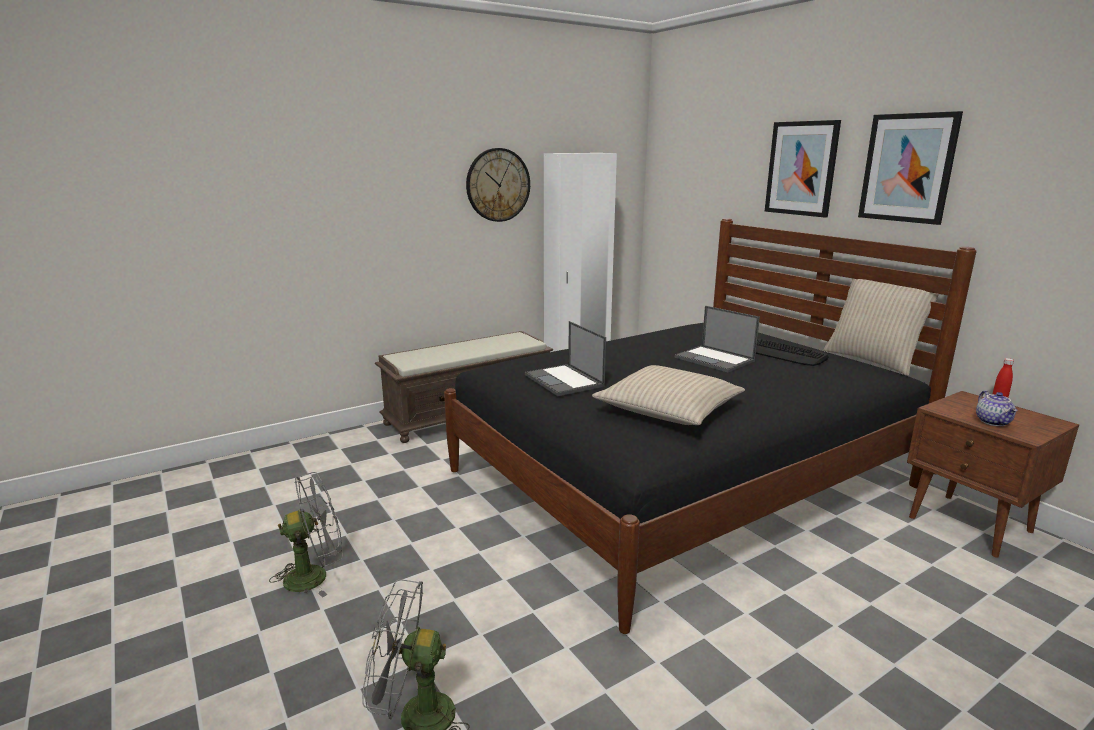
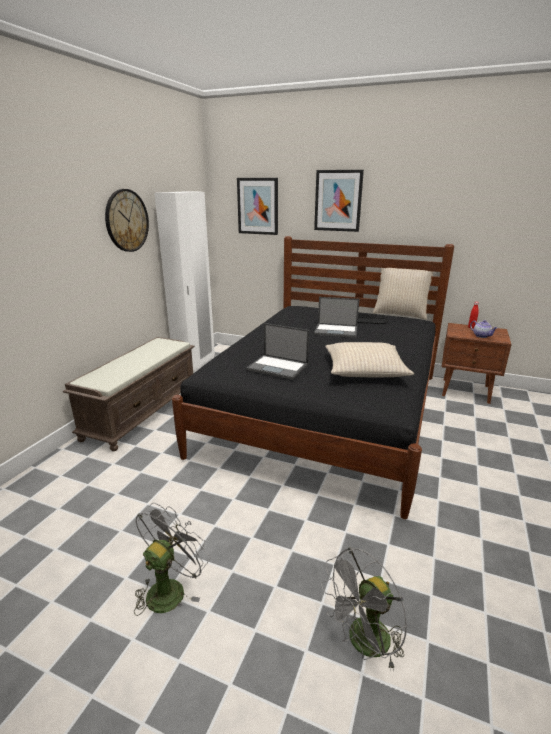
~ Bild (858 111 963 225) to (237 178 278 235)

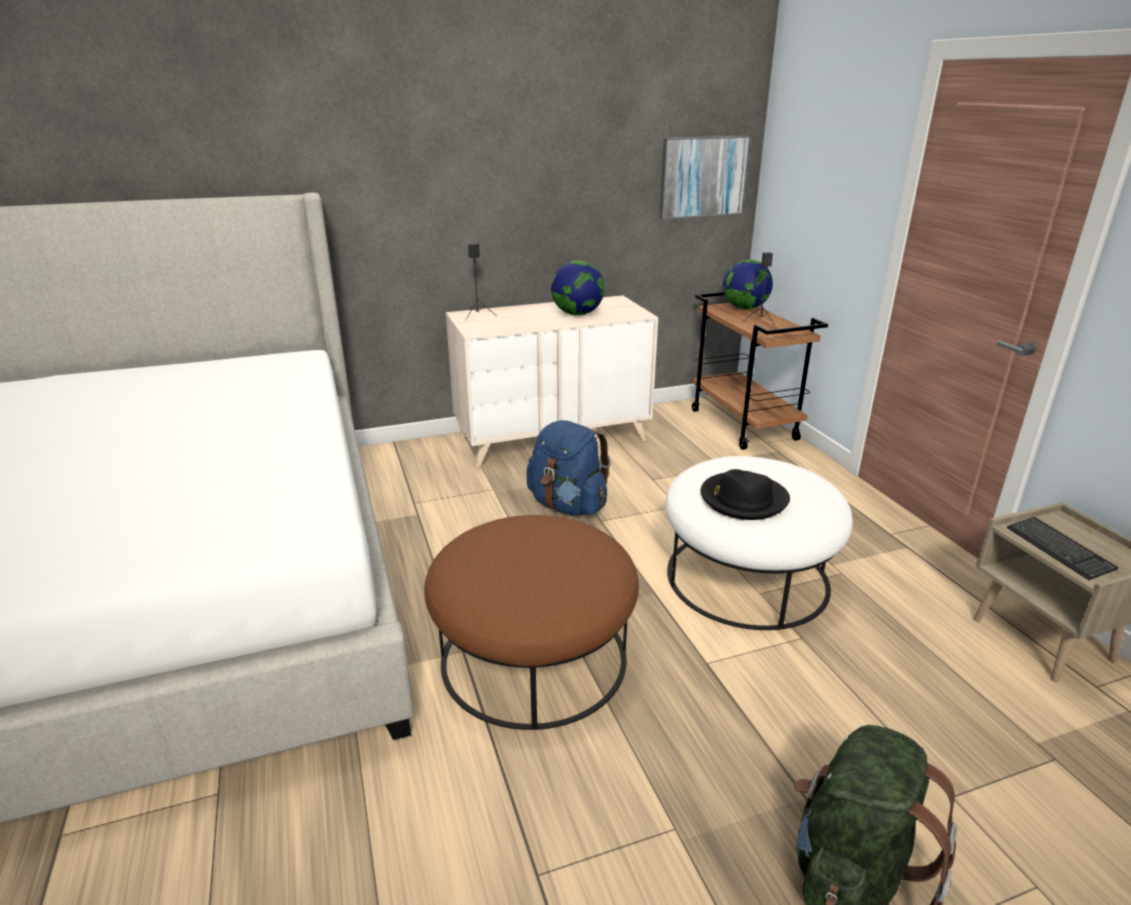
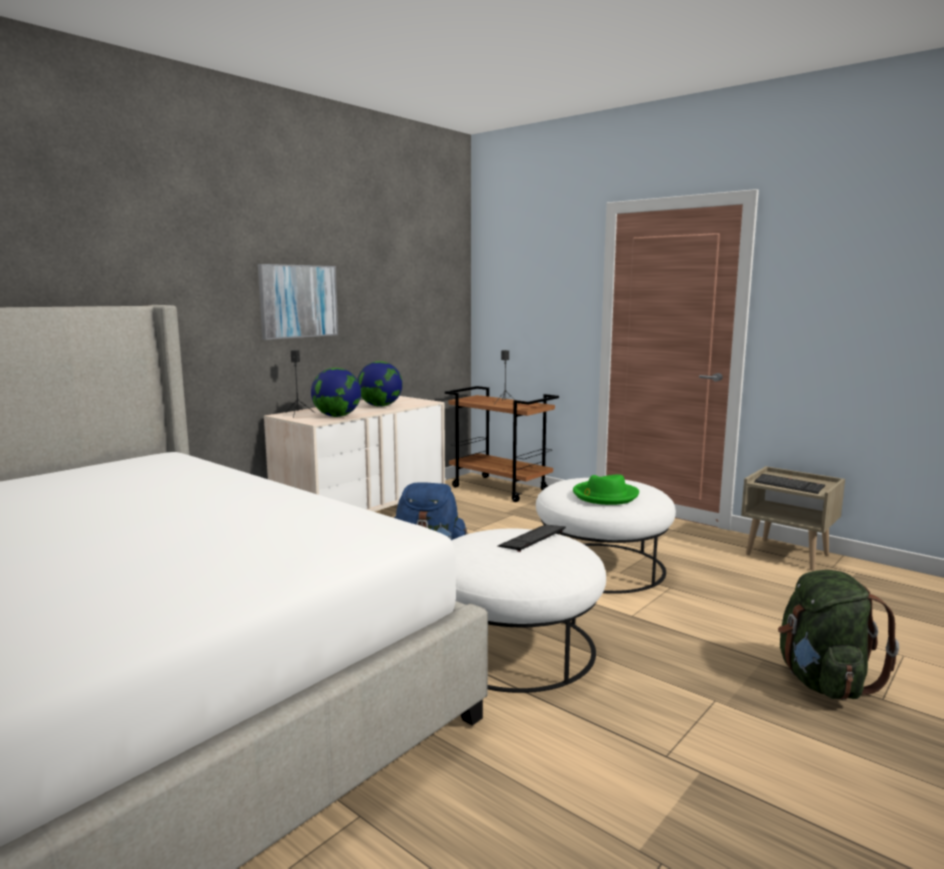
~ Bild (659 136 751 220) to (258 264 338 340)
~ Globus (723 260 773 309) to (311 368 361 417)
~ Polsterhocker/braun (425 515 639 730) to Polsterhocker/weiß (451 528 606 693)
+ Tastatur (498 525 566 552)
~ Hut/schwarz (701 469 790 520) to Hut/grün (573 474 639 505)

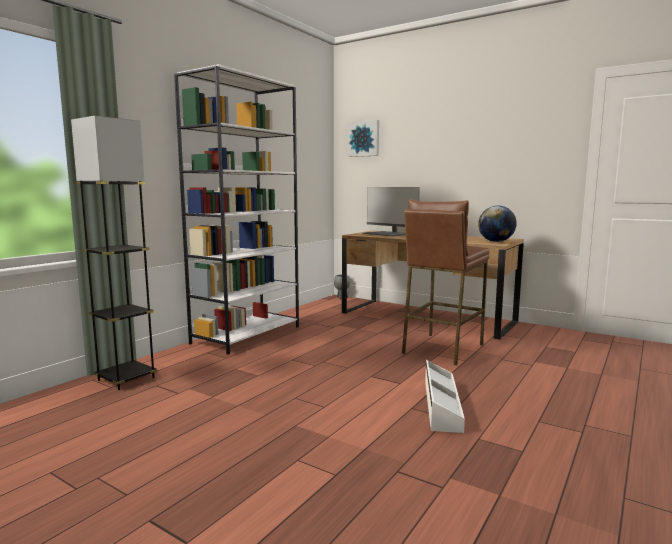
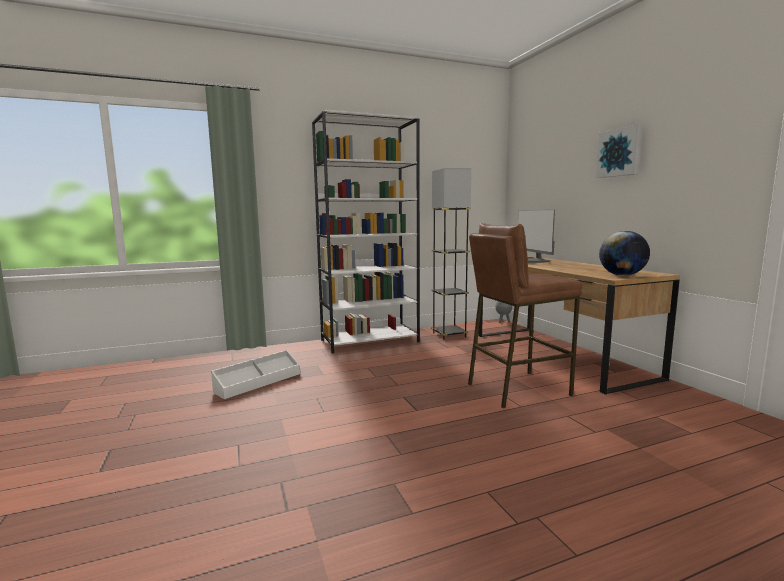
~ Aufbewahrungsbox/weiß (425 360 465 433) to (211 350 300 399)
~ Stehlampe/grau (71 116 157 390) to (431 168 471 340)
~ Bild (348 120 379 157) to (596 124 643 178)

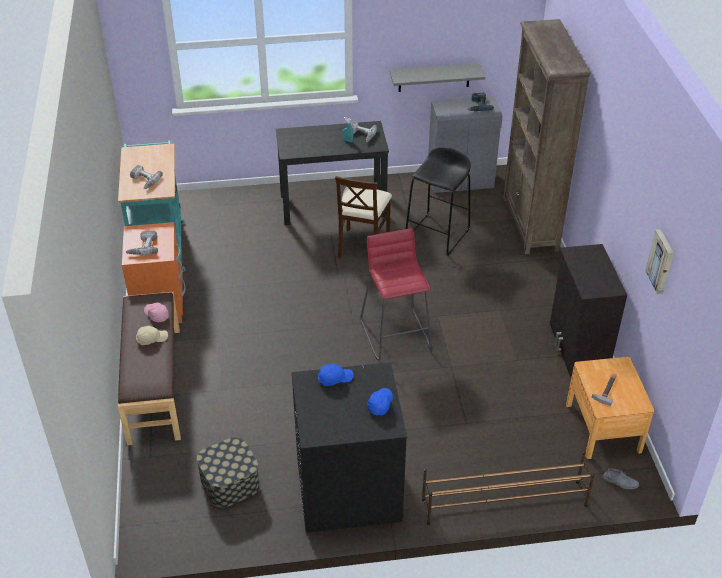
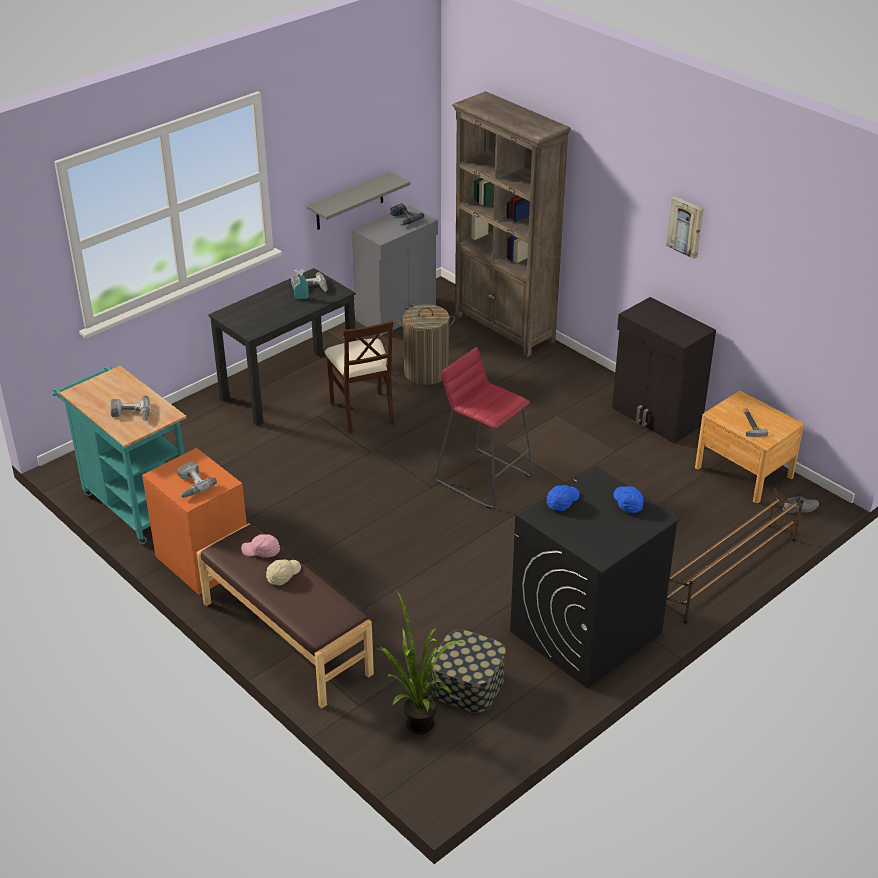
+ Topfpflanze (379 590 464 735)
~ Hocker/schwarz (406 147 471 256) to Wäschekorb (397 304 455 385)
~ Bild (645 229 674 295) to (666 196 704 259)

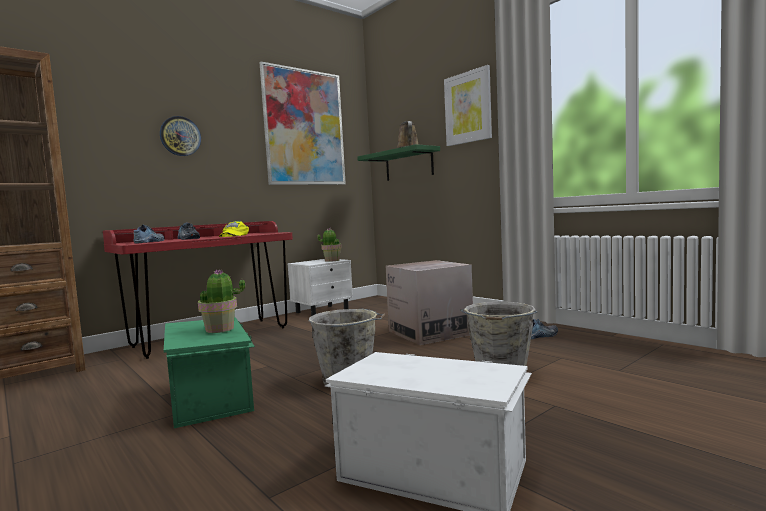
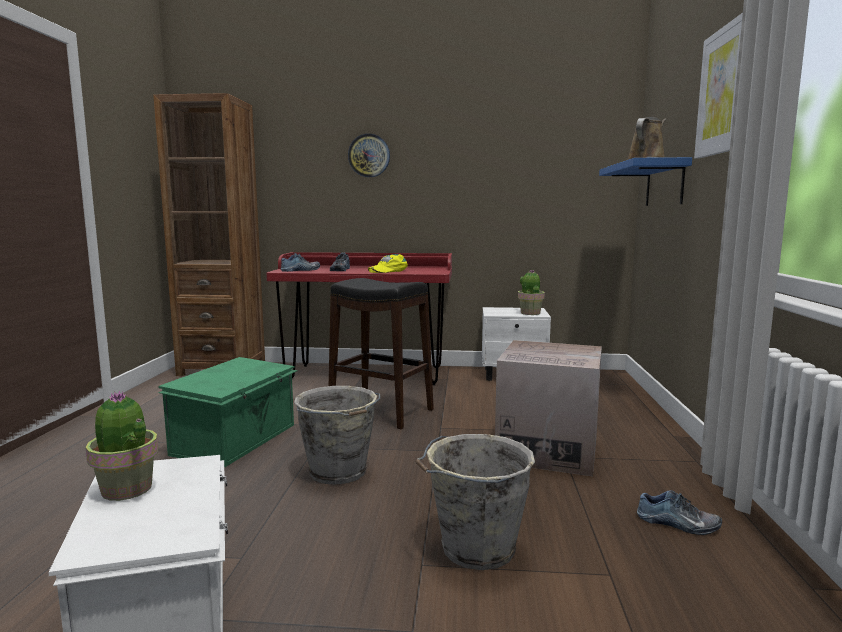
~ Topfpflanze (198 269 245 333) to (85 391 158 501)
+ Hocker/schwarz (329 278 434 429)
~ Wandregal/grün (357 144 440 181) to Wandregal/blau (599 157 692 206)
- Bild (259 62 346 185)

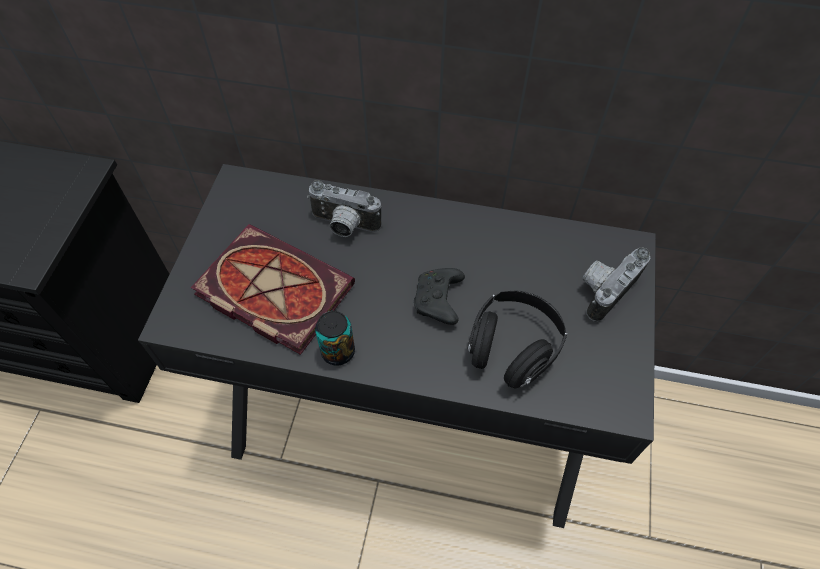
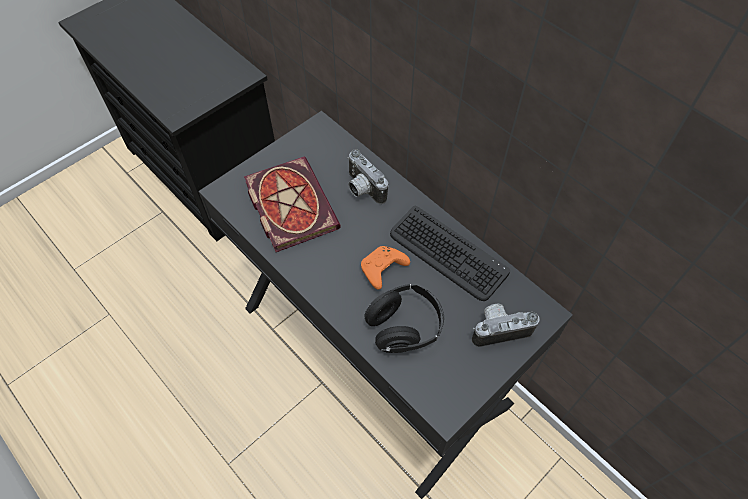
~ Gamepad/schwarz (414 268 465 325) to Gamepad/orange (361 246 410 290)
+ Tastatur (390 206 510 301)
- Dose (315 311 355 366)

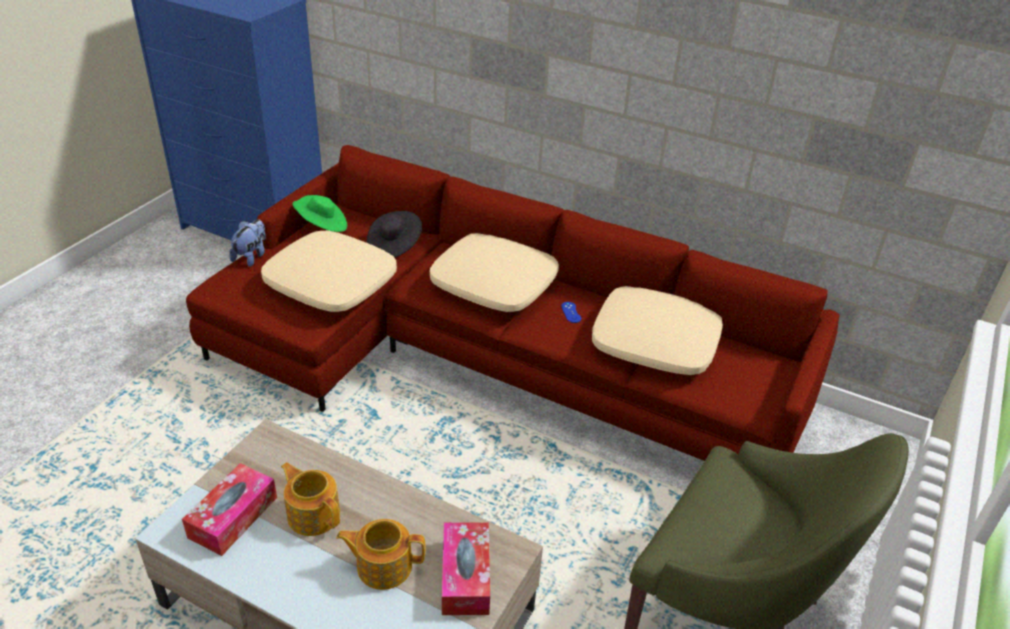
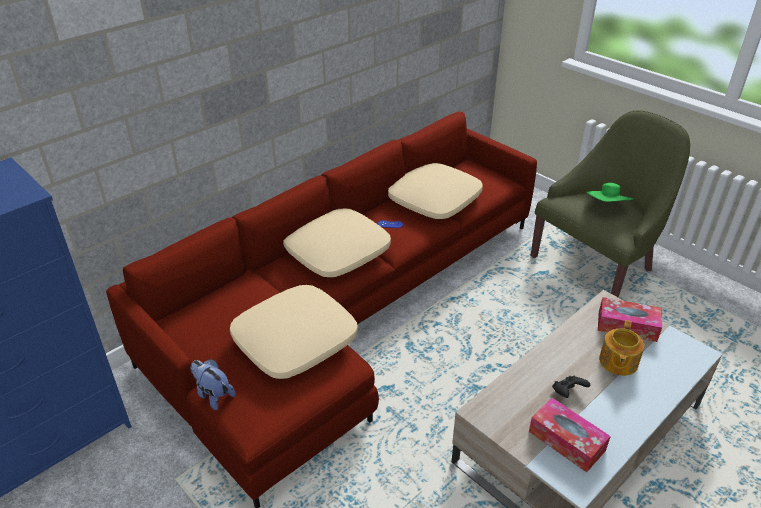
~ Teekanne (281 462 340 536) to Gamepad/schwarz (552 375 590 398)
~ Hut/grün (293 195 347 232) to (586 183 634 202)
- Hut/schwarz (367 211 422 257)

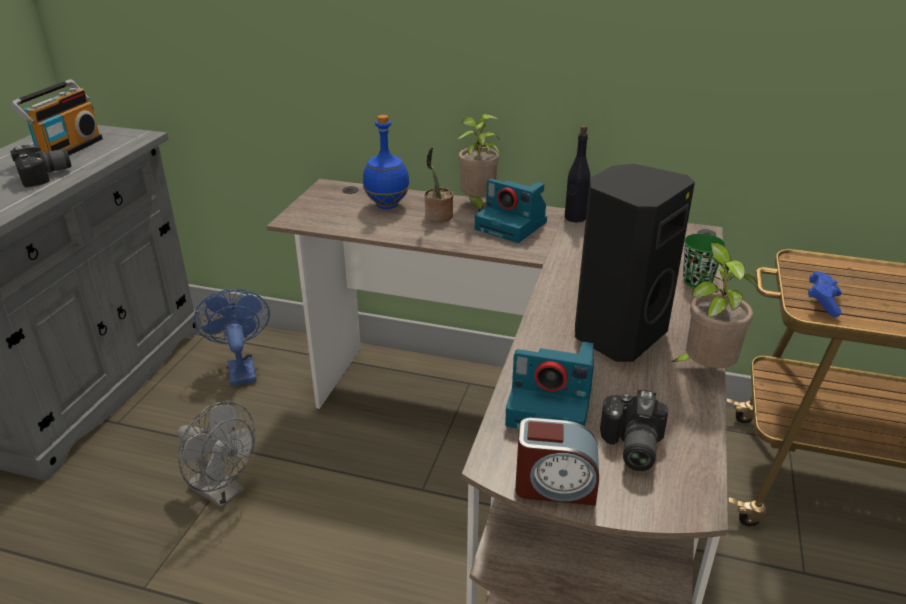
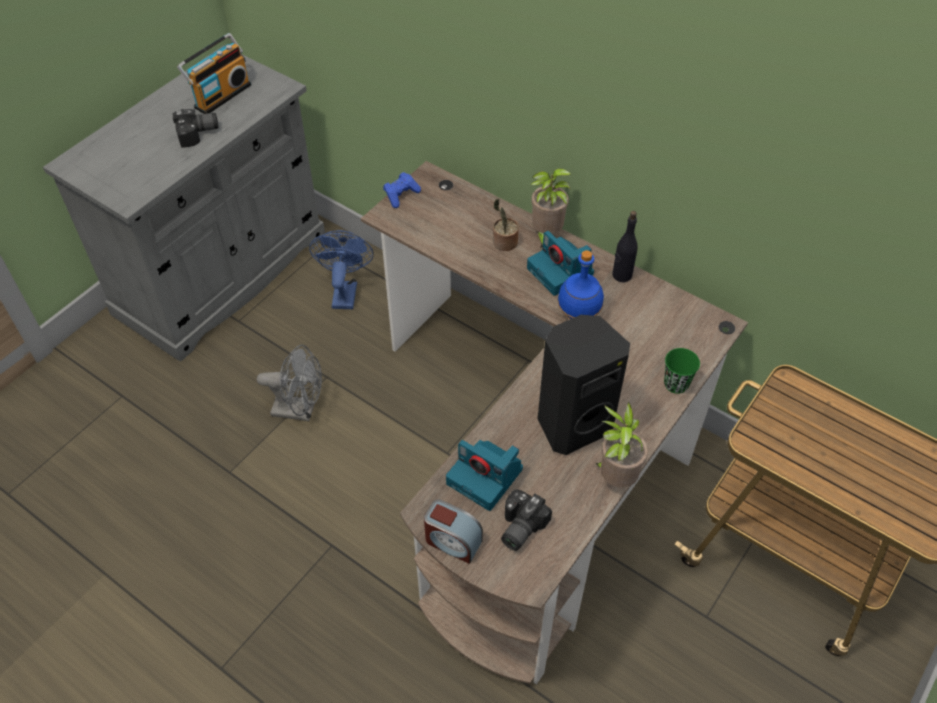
~ Ventilator/grau (177 401 255 508) = (257 345 322 421) 45 degrees counterclockwise
~ Gamepad/blau (808 271 842 317) to (383 172 421 208)
~ Flasche/blau (363 115 410 209) to (557 250 604 319)

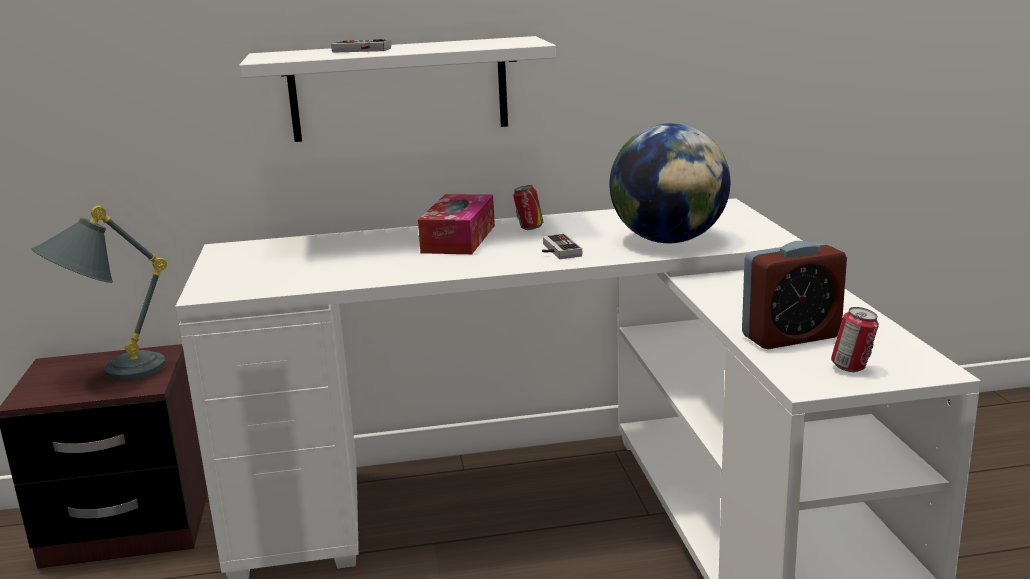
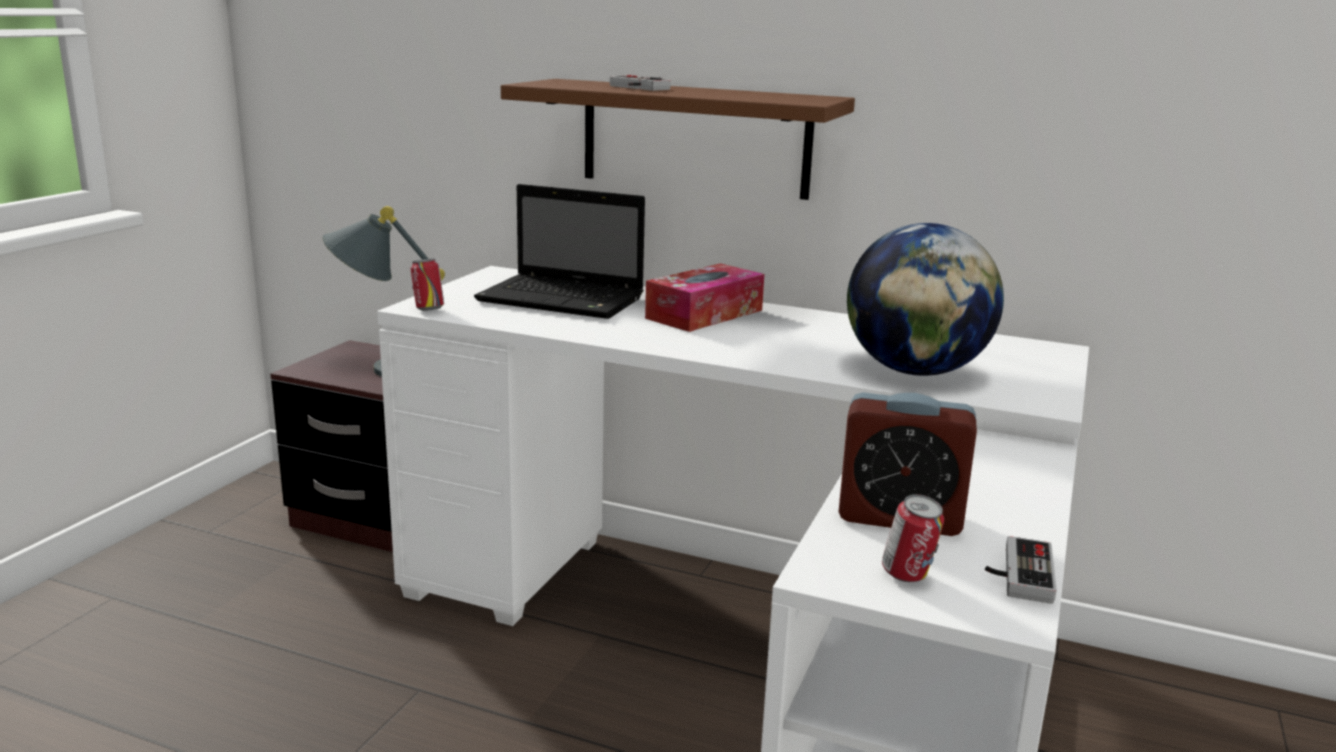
~ Dose (513 185 543 230) to (410 259 444 311)
+ Laptop (474 184 645 319)
~ Wandregal/weiß (239 36 556 142) to Wandregal/braun (501 79 855 200)
~ Gamepad (542 234 582 259) to (985 536 1057 604)

